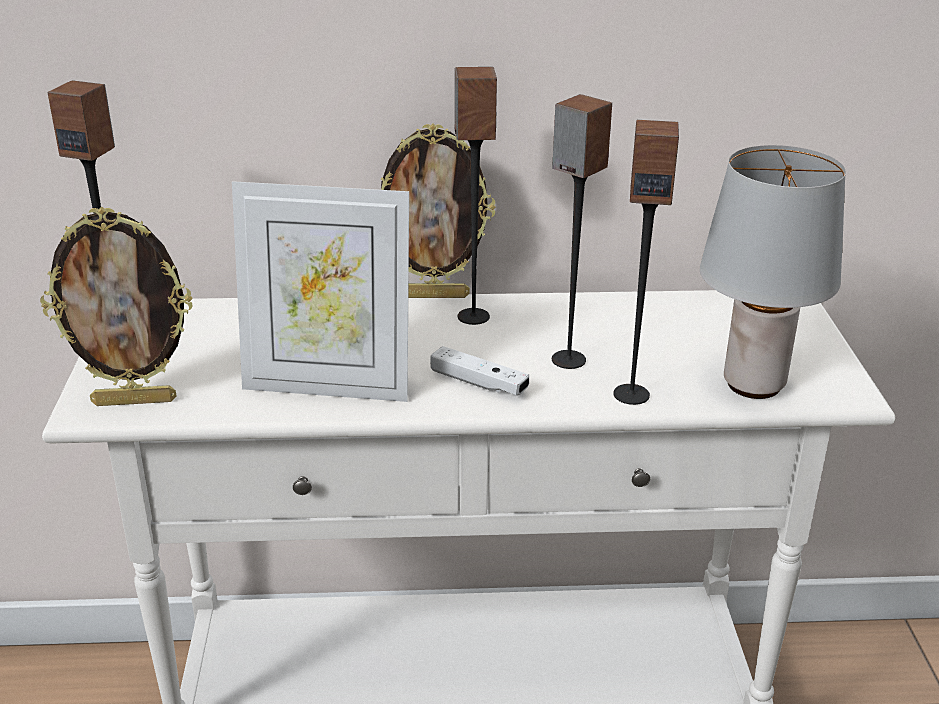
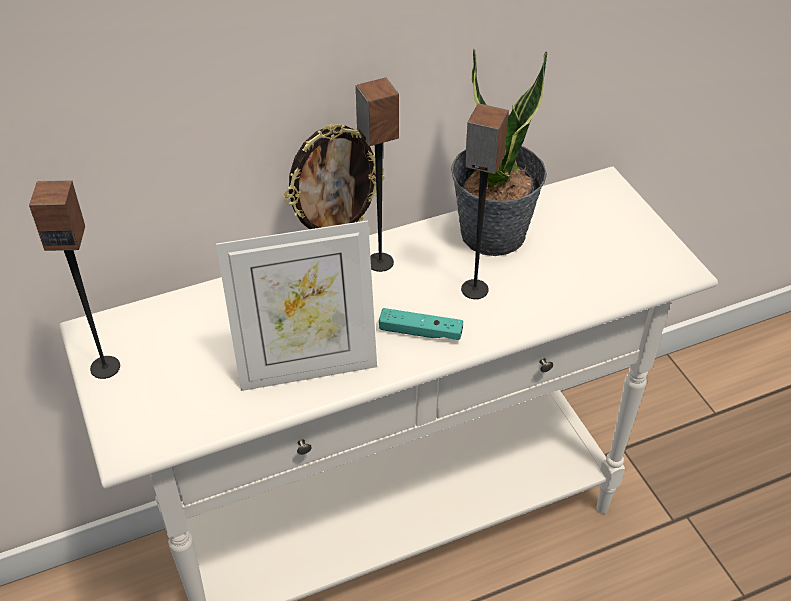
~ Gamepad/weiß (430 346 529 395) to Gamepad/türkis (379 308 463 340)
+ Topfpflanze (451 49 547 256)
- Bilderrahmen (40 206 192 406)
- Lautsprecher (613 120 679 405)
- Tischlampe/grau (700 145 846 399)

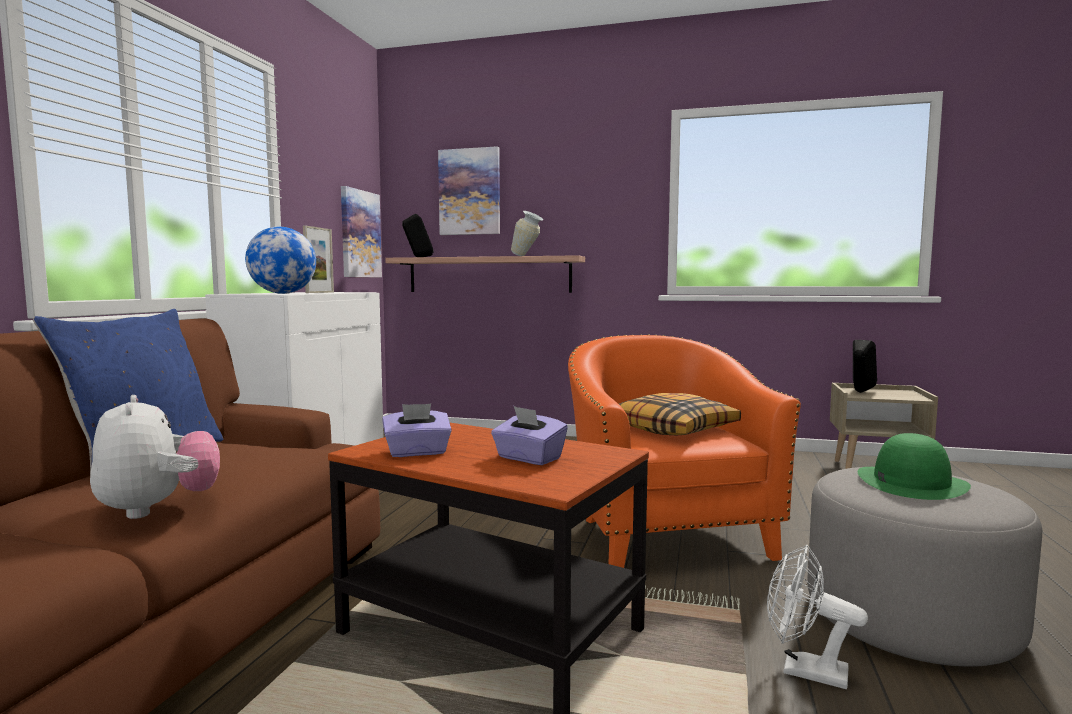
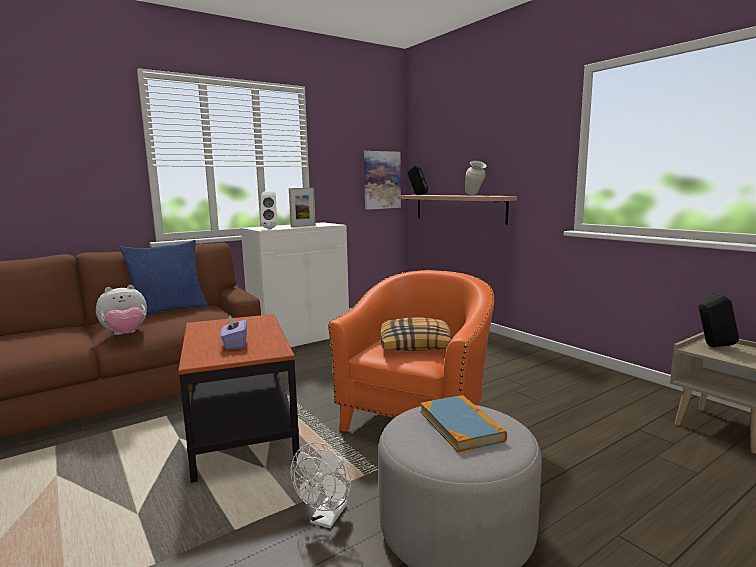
~ Plüschtier (90 395 220 519) = (96 285 147 335) 45 degrees clockwise
~ Globus (245 226 316 294) to Lautsprecher/weiß (261 191 277 229)
~ Ventilator/weiß (767 545 868 689) = (290 442 351 528) 135 degrees counterclockwise
~ Hut/grün (858 433 971 500) to Buch (420 395 507 452)
- Taschentuchbox/lila (382 403 452 457)
- Bild (438 146 500 235)

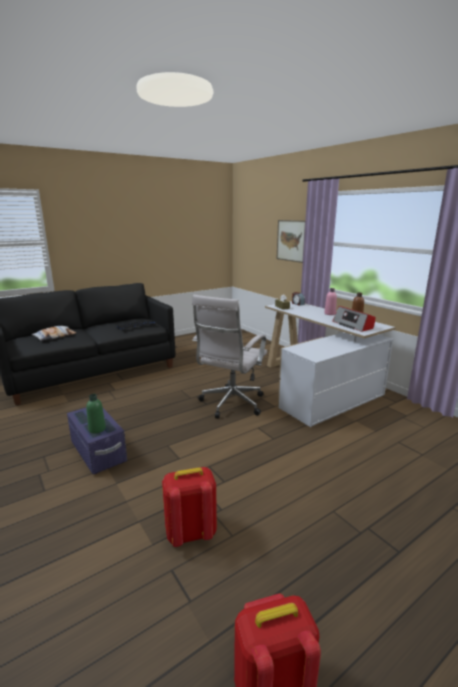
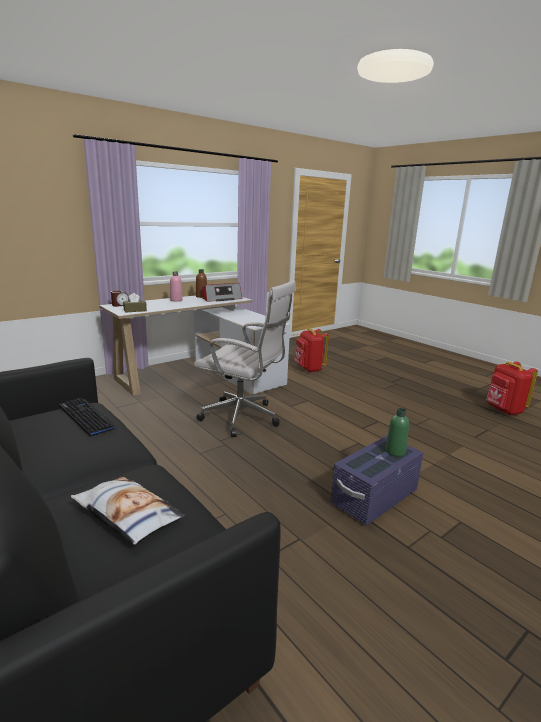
~ Rucksack/rot (162 467 217 547) to (294 328 329 372)
- Bild (277 220 305 263)

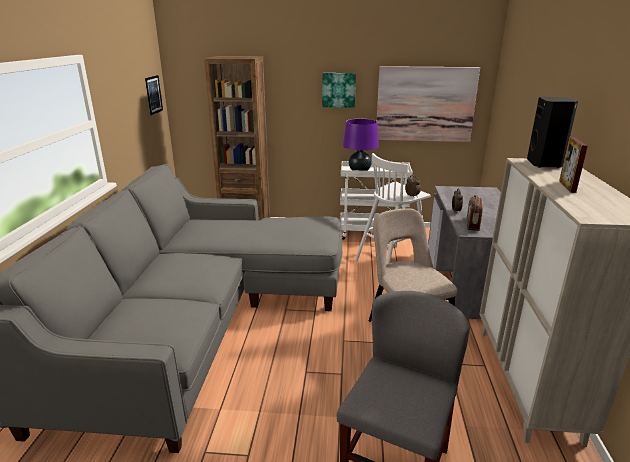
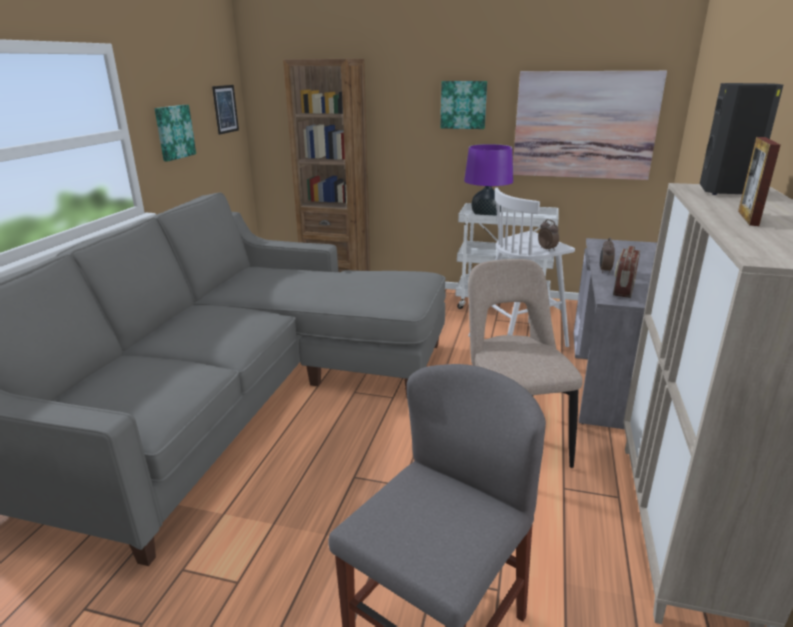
+ Bild (155 105 196 161)

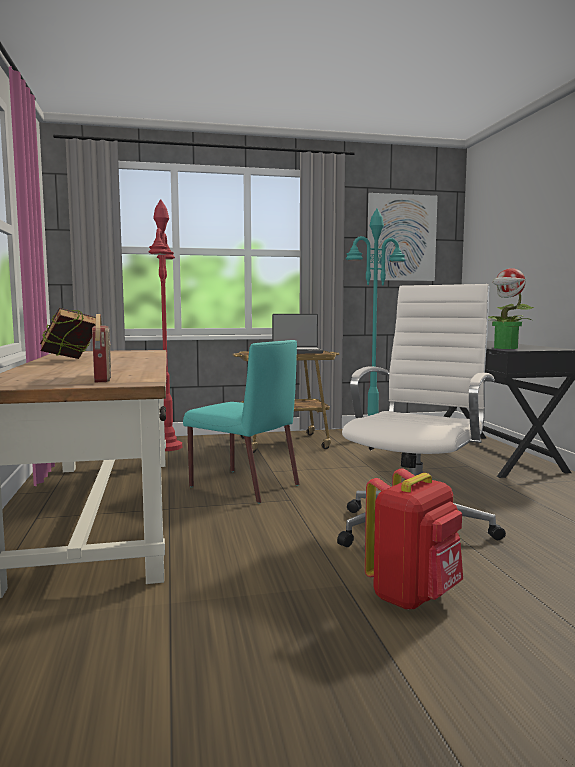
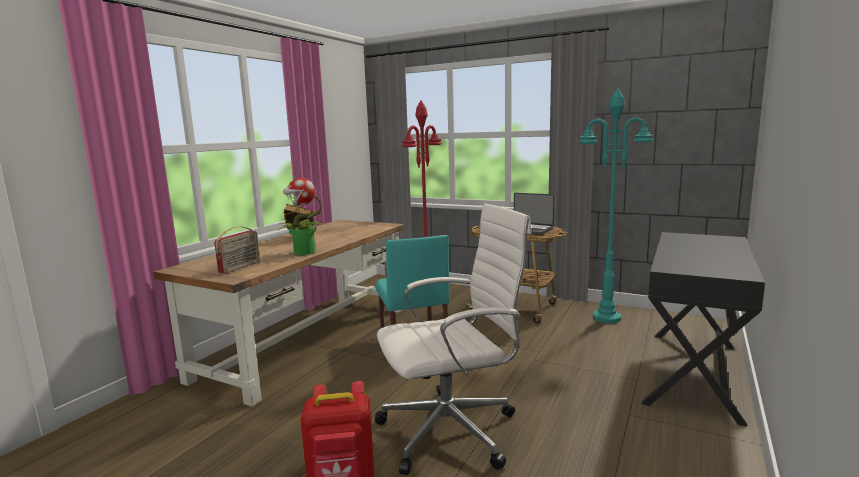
~ Topfpflanze (488 268 534 349) to (276 178 325 255)
- Bild (367 193 438 281)

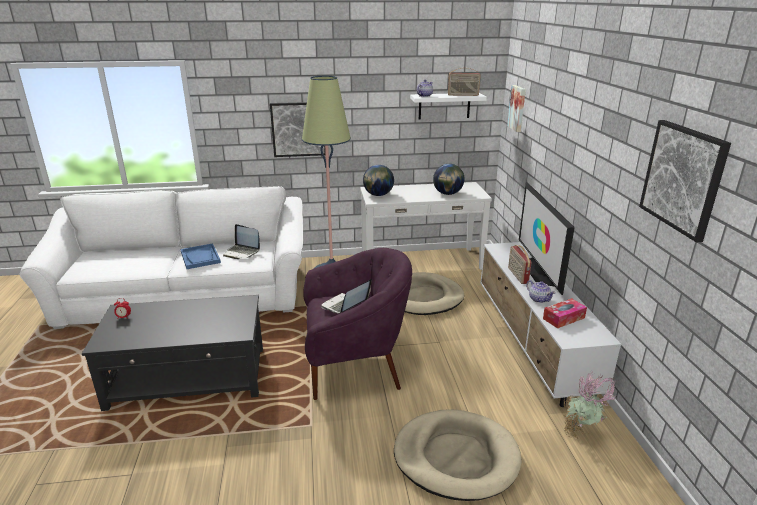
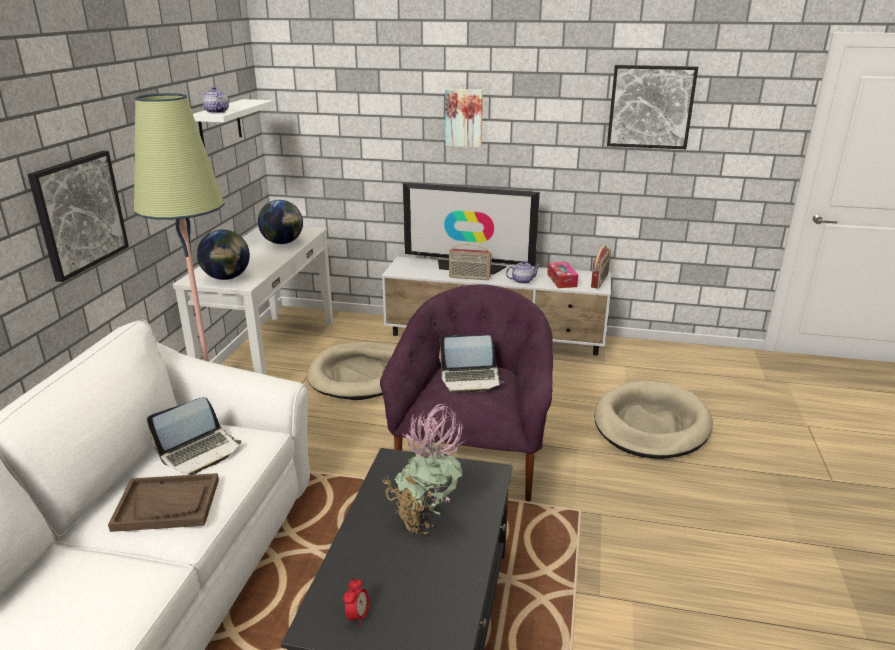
~ Tablett/blau (180 243 221 269) to Tablett/braun (108 473 219 532)
~ Topfpflanze (564 372 617 438) to (382 404 464 534)
~ Laptop (321 279 372 313) = (439 335 504 393) 60 degrees counterclockwise
~ Bild (507 85 526 132) to (445 89 483 148)
~ Radio (448 68 481 96) to (591 246 611 288)

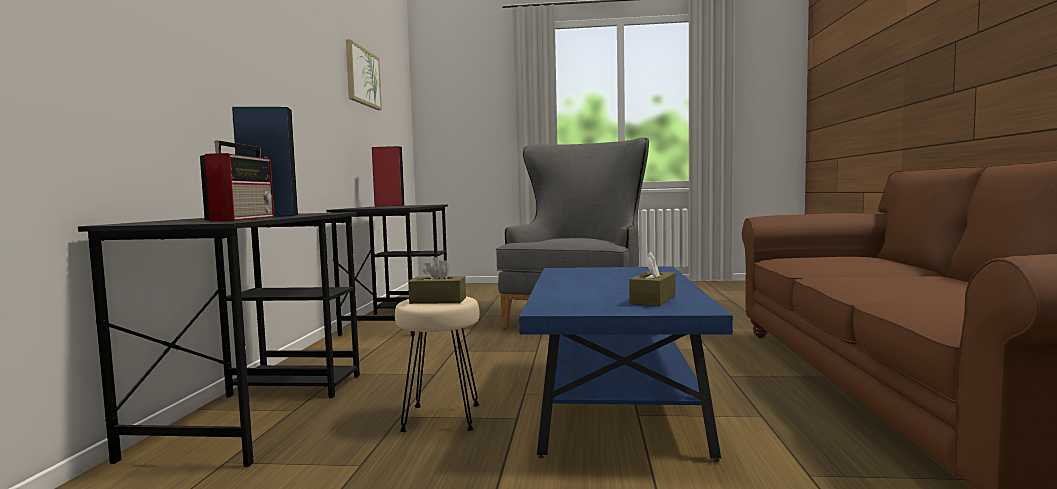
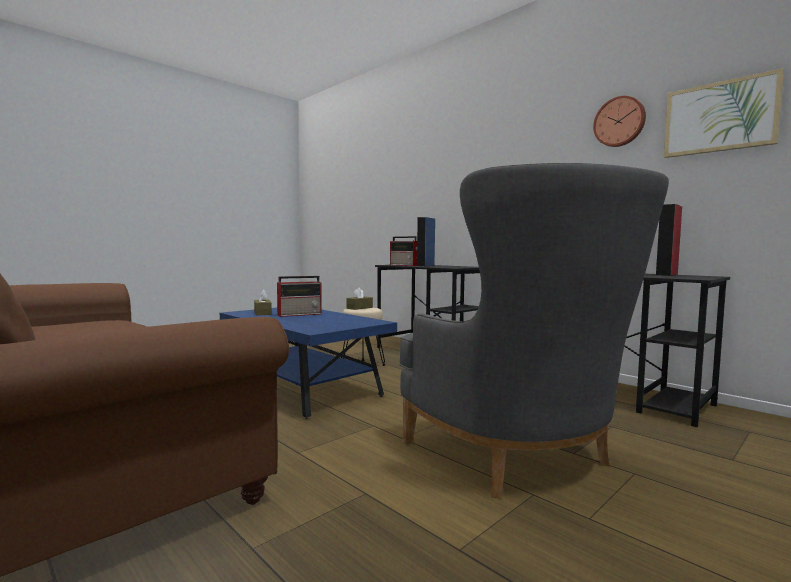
+ Radio (277 276 322 317)
+ Wanduhr (593 96 646 147)

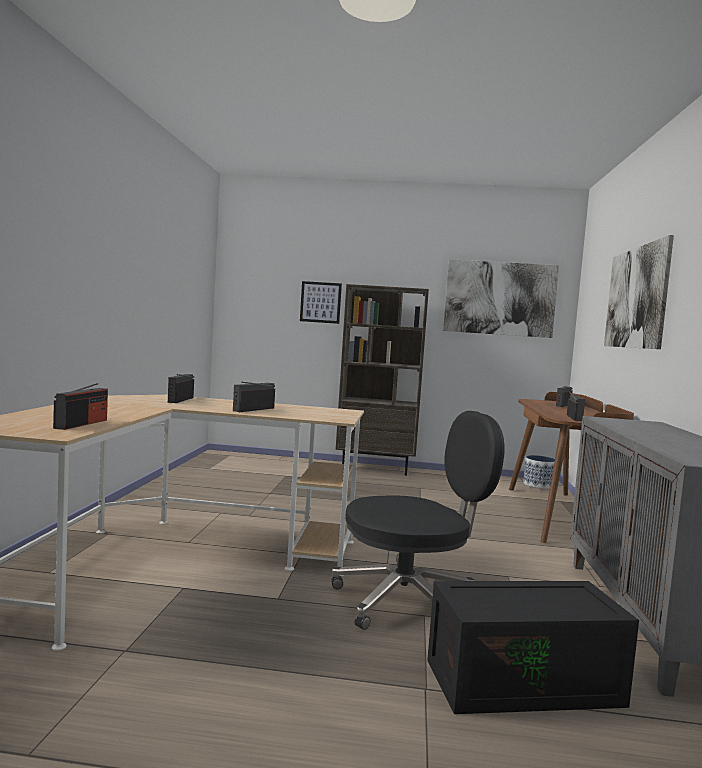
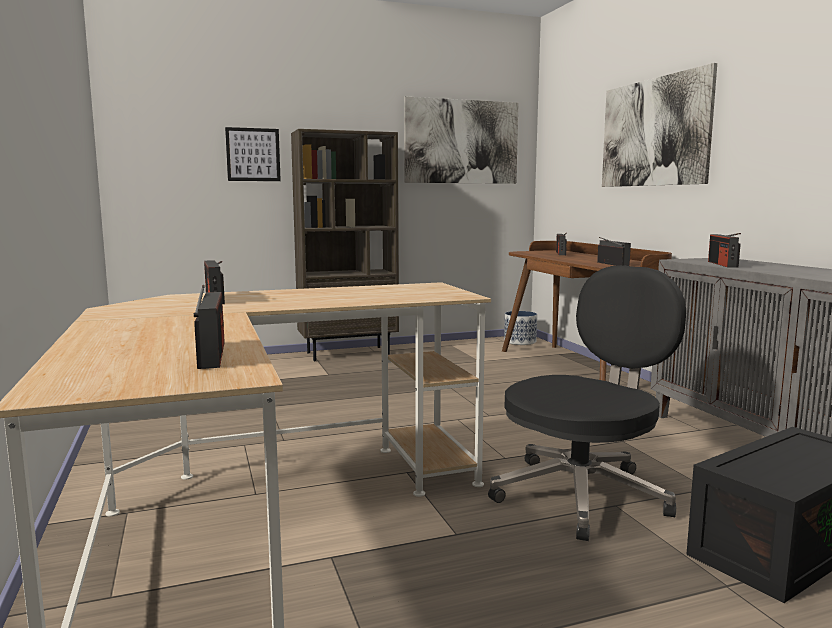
~ Radio (233 381 275 412) to (708 233 741 268)

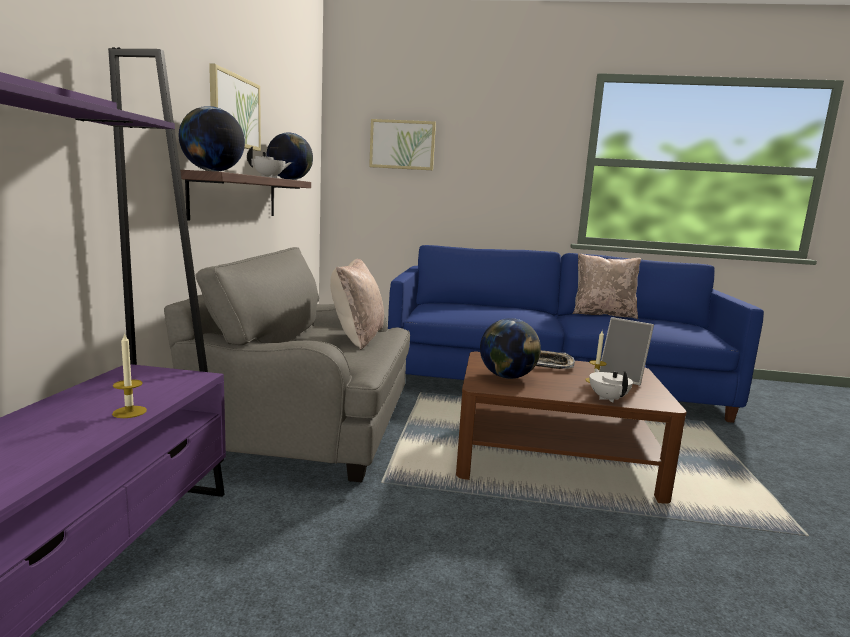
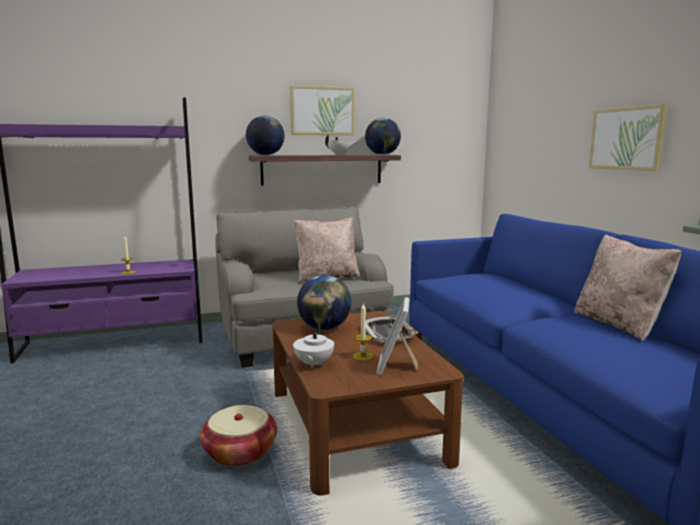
+ Korb (200 405 277 467)
~ Teekanne/weiß (589 369 633 403) = (293 323 334 369) 135 degrees clockwise
~ Bild (369 119 436 170) to (589 103 668 171)

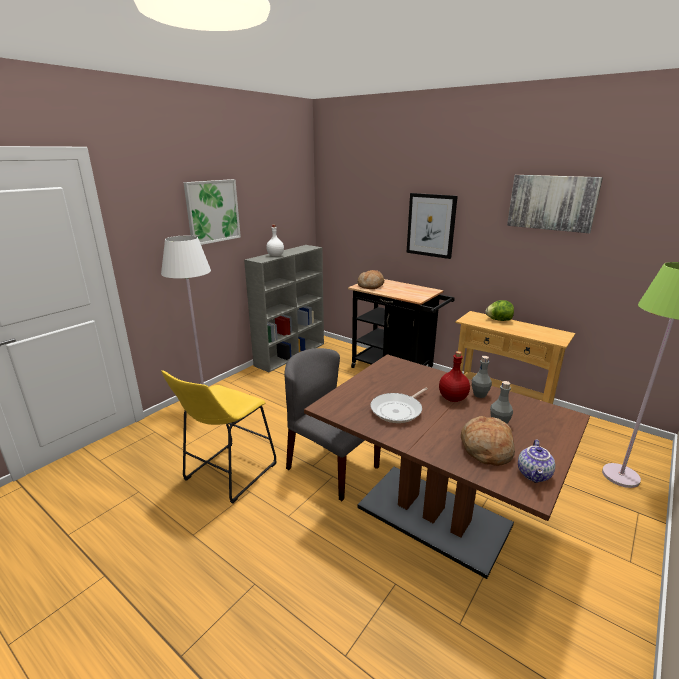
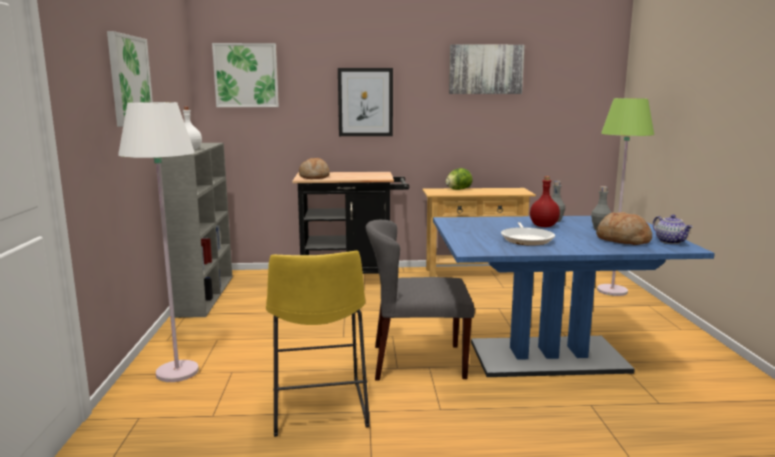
+ Bild (212 43 279 107)
~ Esstisch/braun (304 354 590 579) to Esstisch/blau (433 216 715 377)

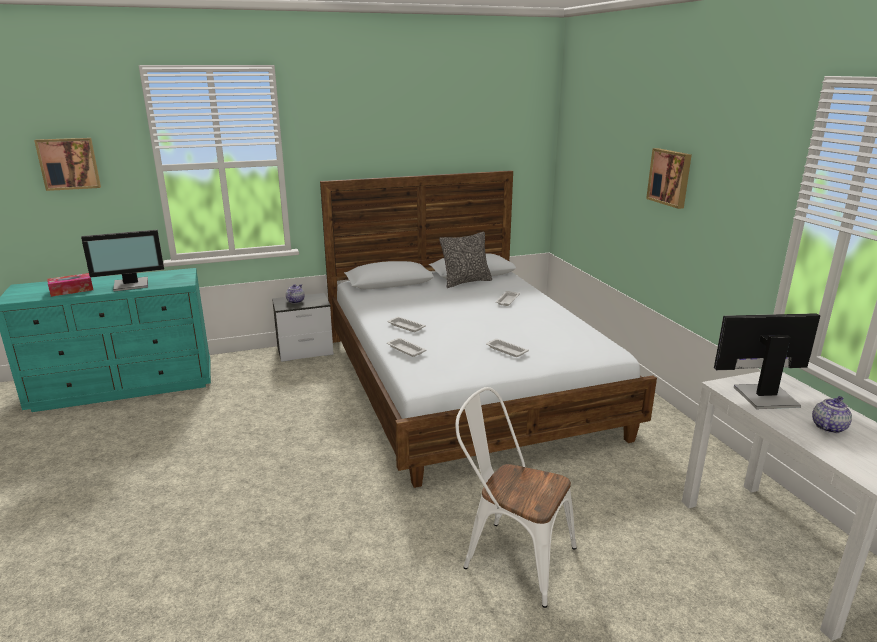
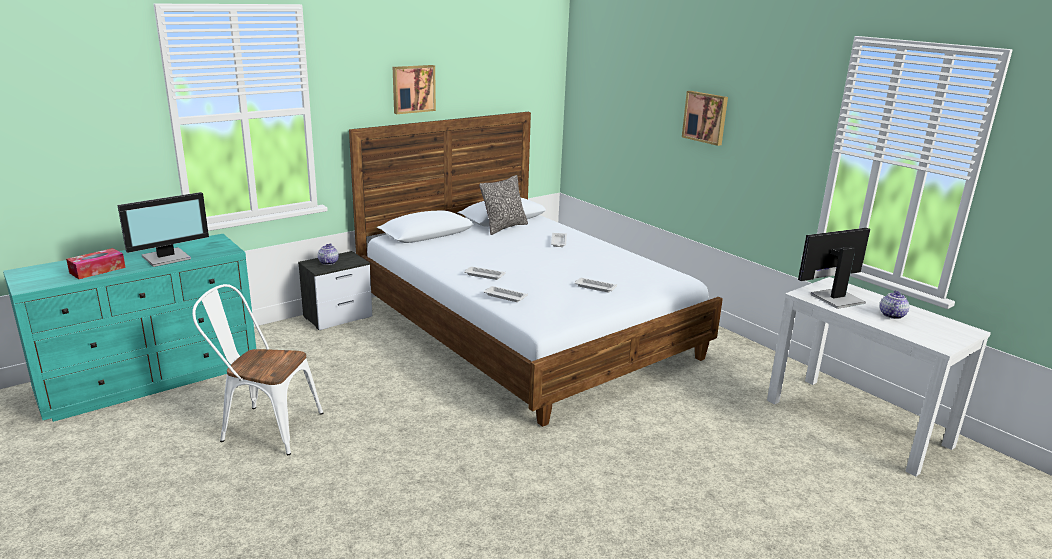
~ Stuhl/weiß (455 387 577 608) to (192 284 323 455)
~ Bild (34 138 101 191) to (393 65 436 114)

